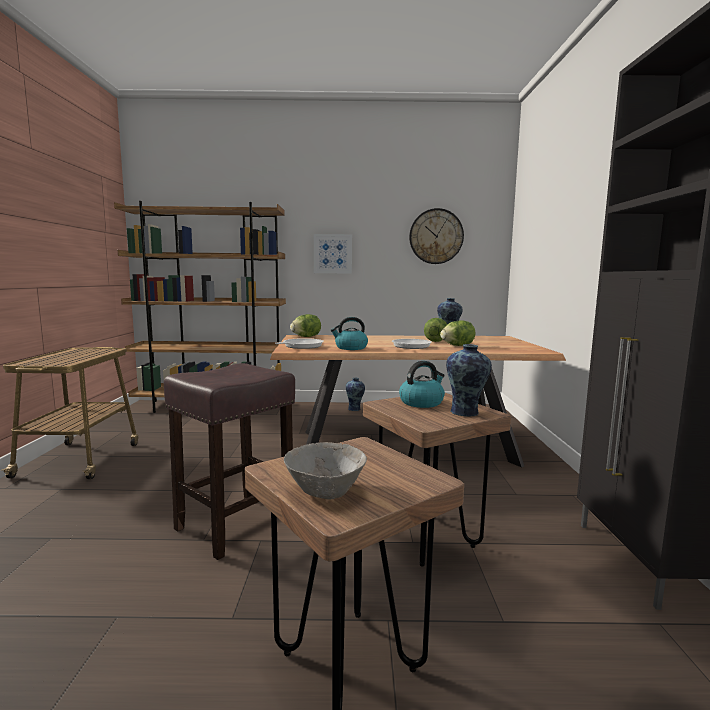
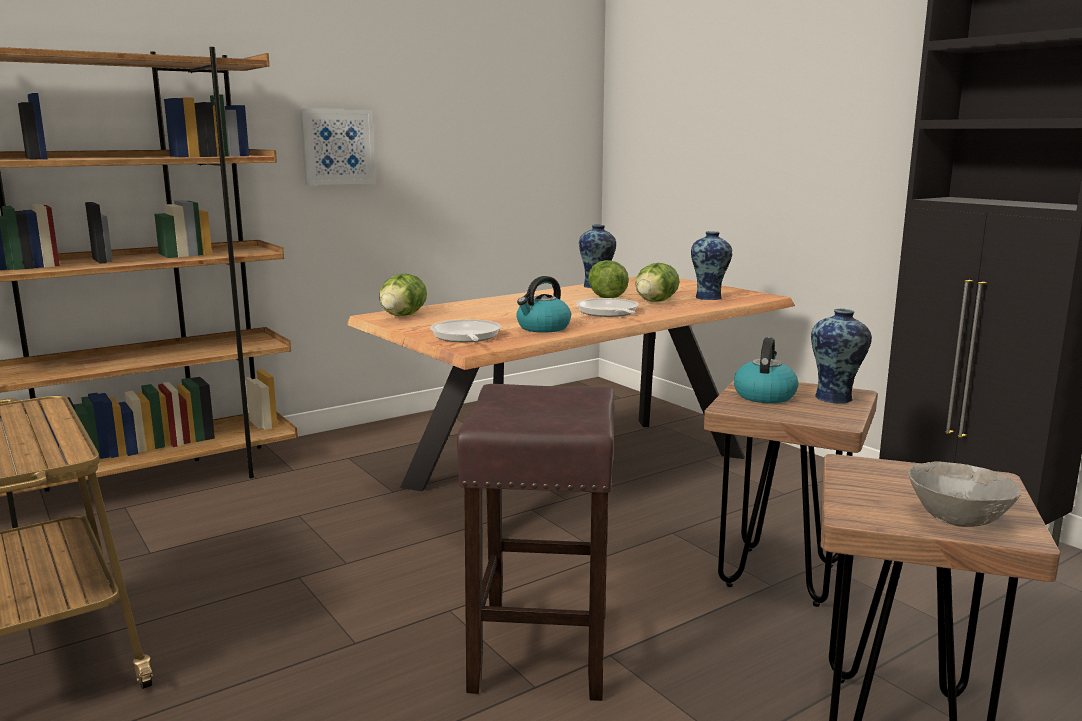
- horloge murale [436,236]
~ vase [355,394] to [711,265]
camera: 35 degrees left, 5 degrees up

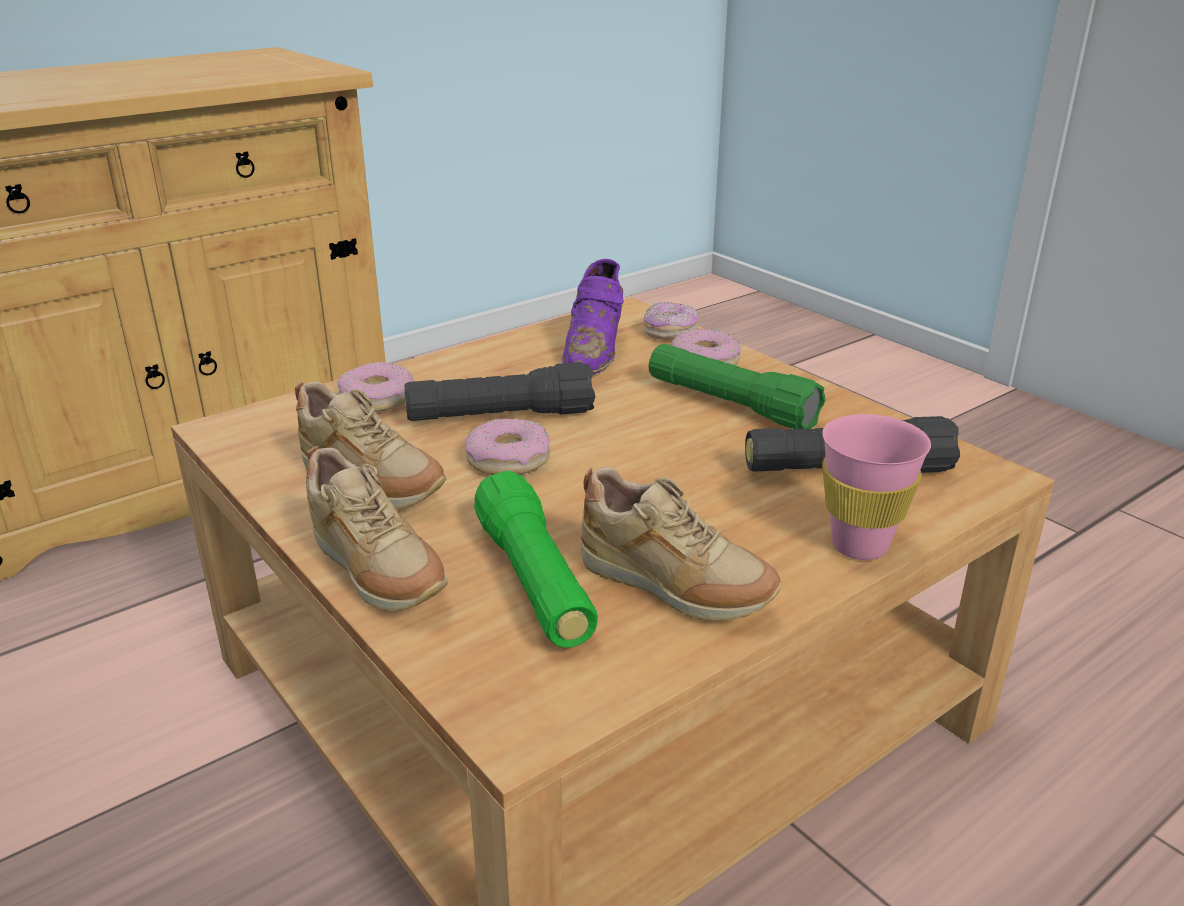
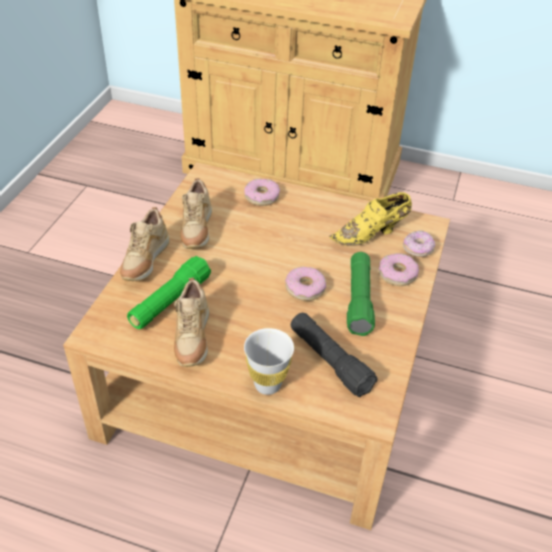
~ chaussure (violet) [593,316] to chaussure (jaune) [370,219]
- lampe de poche (noir) [499,391]
~ tasse (rose) [876,487] to tasse (blanc) [269,361]
~ beignet [507,446] to [305,283]
camera: 55 degrees right, 15 degrees up

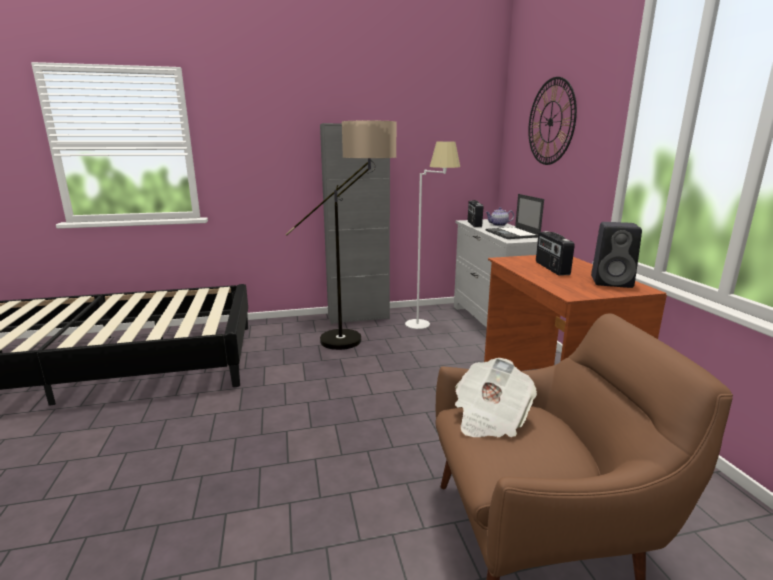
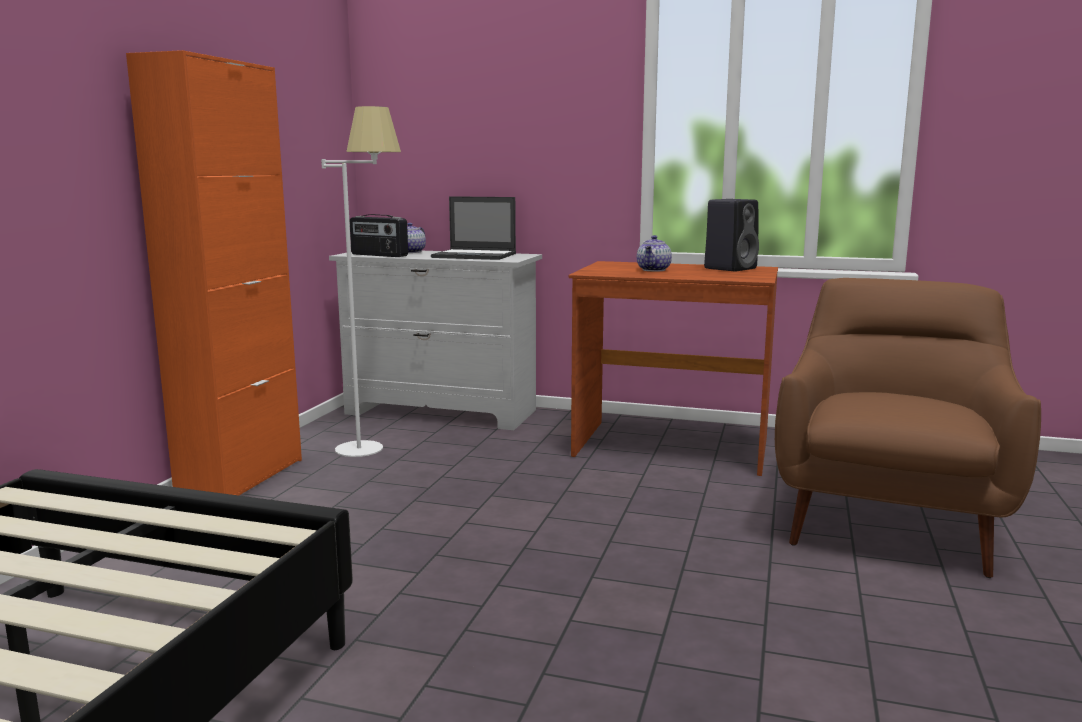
- horloge murale [552,121]
- lampadaire [340,235]
~ meuble de rangement (gris) [355,223] to meuble de rangement (orange) [214,273]
~ radio [555,253] to théière [654,253]
- journal [496,397]
camera: 60 degrees left, 5 degrees down

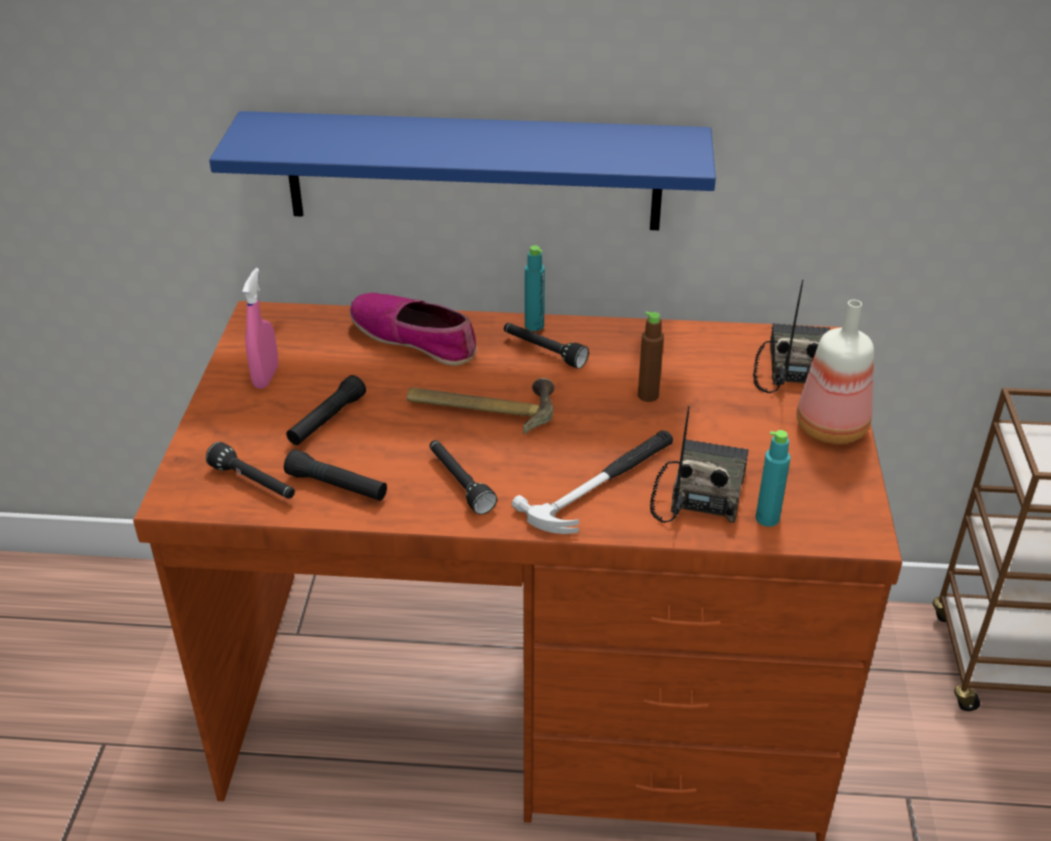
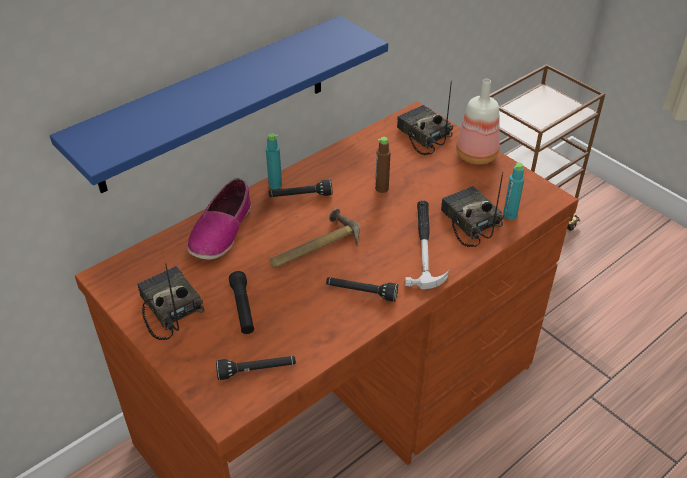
~ vaporisateur (rose) [260,328] to radio [170,302]
~ chaussure [413,329] = [219,219] 60 degrees counterclockwise
- lampe de poche (noir) [335,475]
camera: 45 degrees left, 5 degrees up

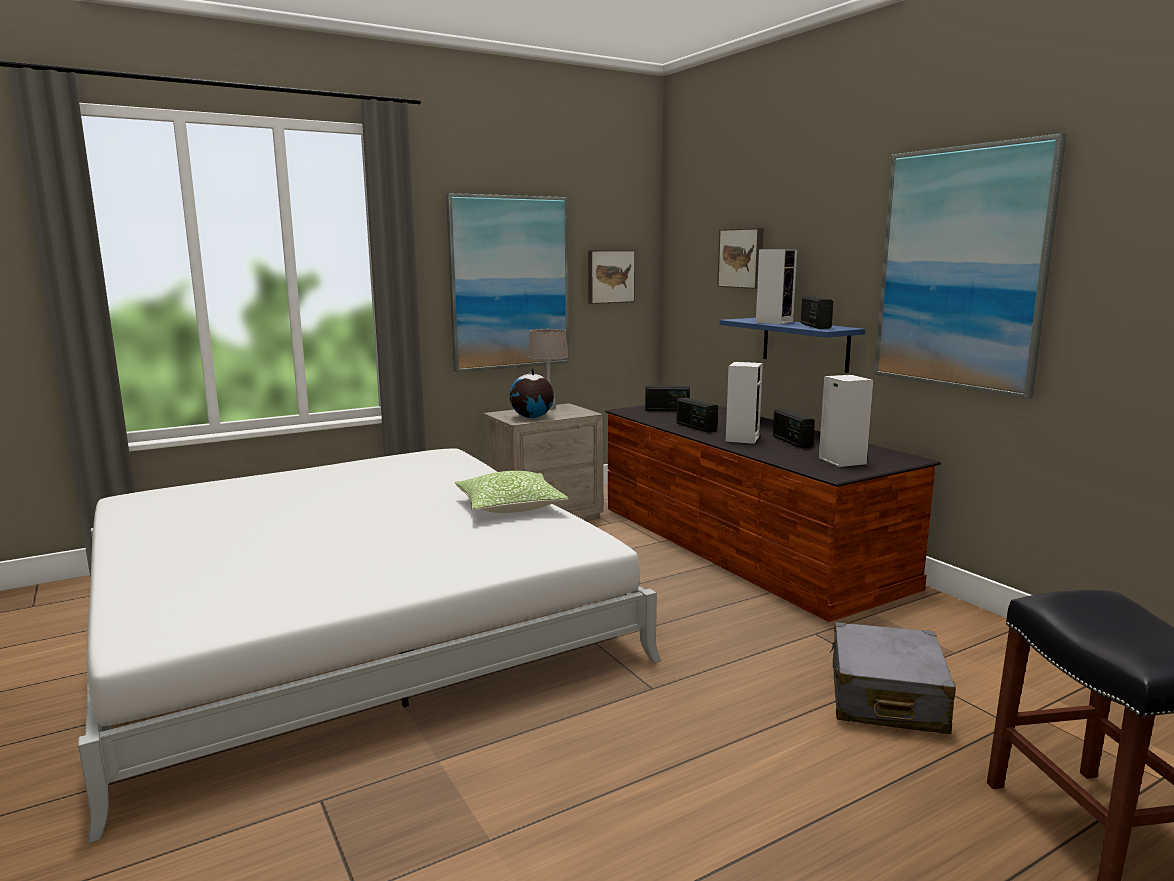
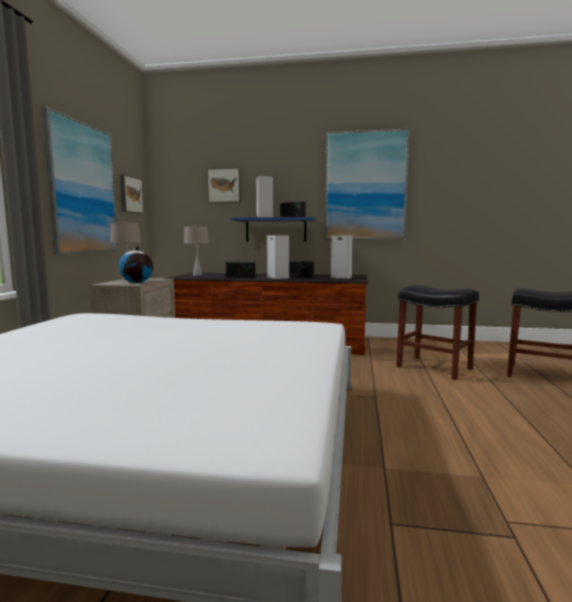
~ radio [667,398] to lampe de table (beige) [196,250]
- coussin [511,492]
~ valise (gris) [893,678] to tabouret (noir) [437,332]
camera: 50 degrees left, 5 degrees down

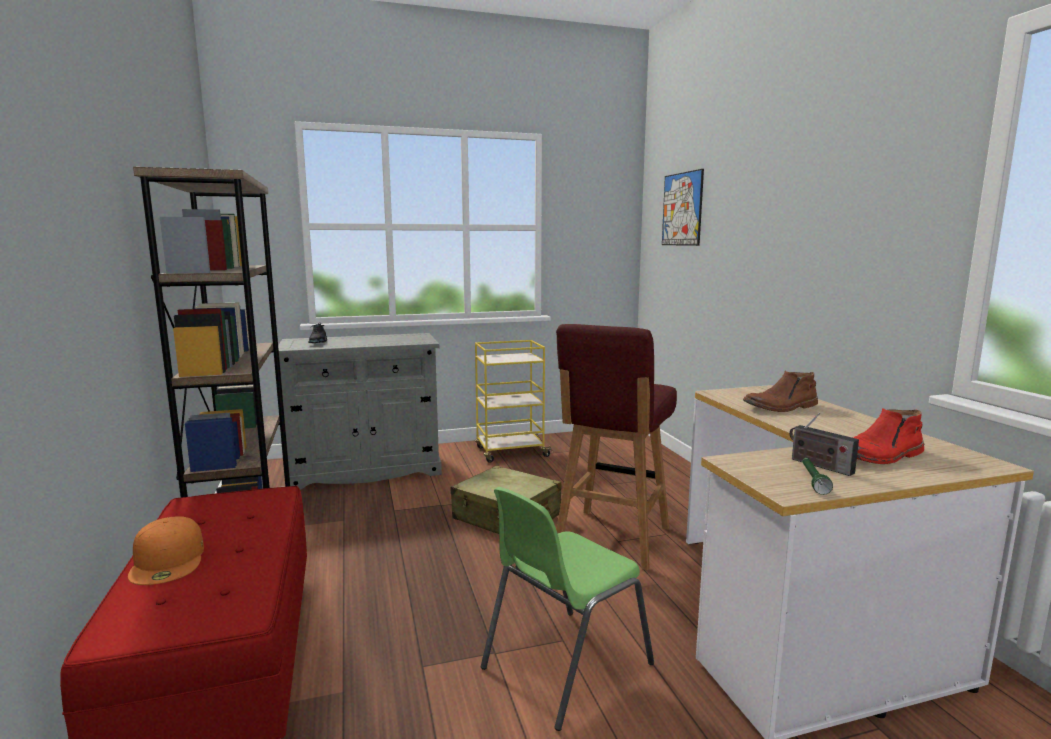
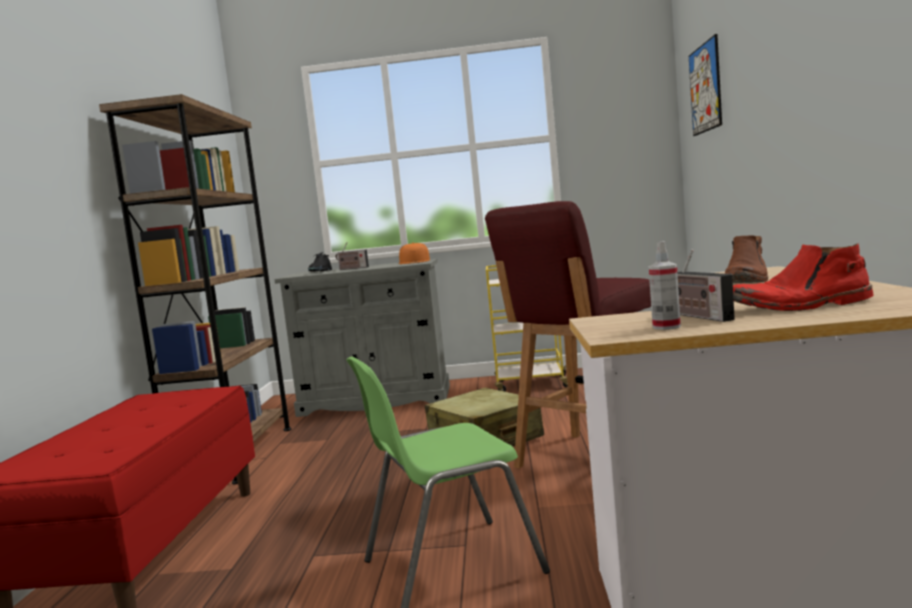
~ botte (marron) [780,391] = [746,259] 60 degrees counterclockwise
~ lampe de poche (vert) [817,476] to vaporisateur [664,285]
~ casquette (orange) [166,550] to [414,253]
+ radio [352,256]
camera: 20 degrees right, 5 degrees down

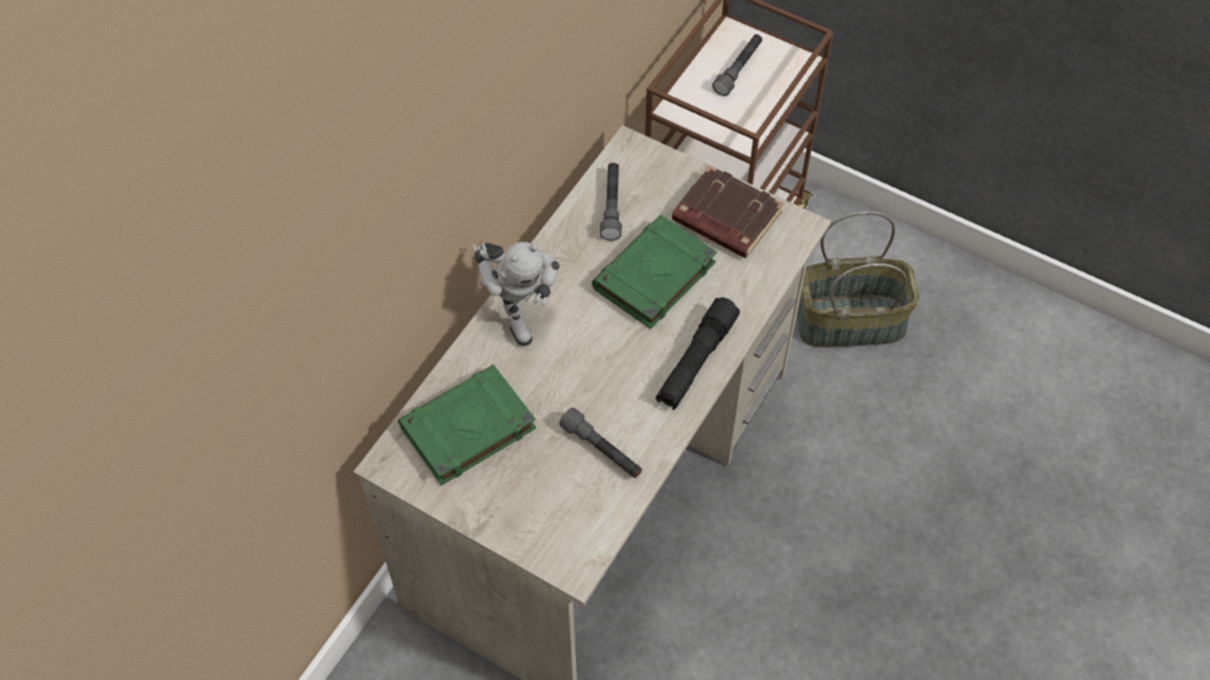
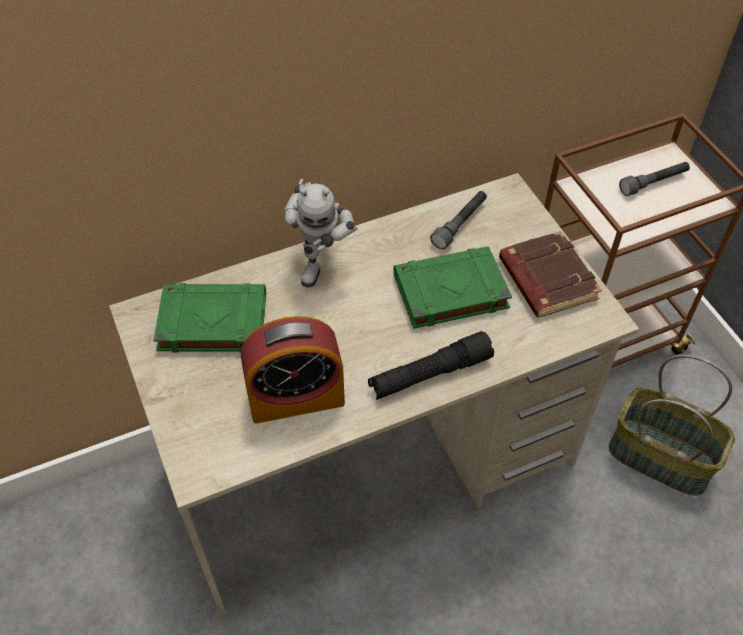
~ lampe de poche (gris) [600,443] to réveil [293,369]
camera: 35 degrees right, 5 degrees down

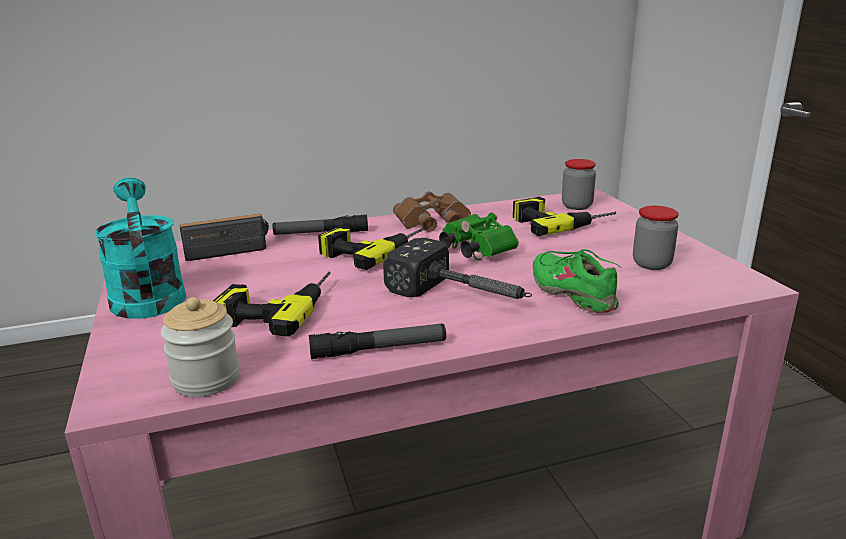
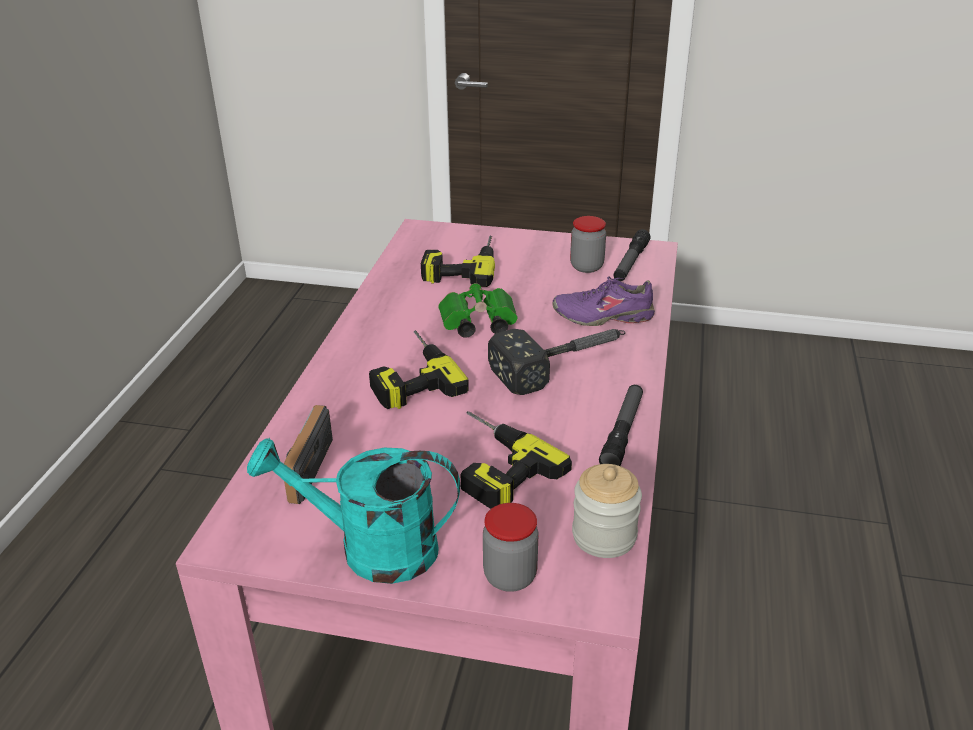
~ bocal [579,184] to [511,547]
- jumelles (marron) [432,211]
~ lampe de poche [320,225] to [632,255]
~ chaussure (vert) [577,281] to chaussure (violet) [603,301]
camera: 60 degrees left, 10 degrees up

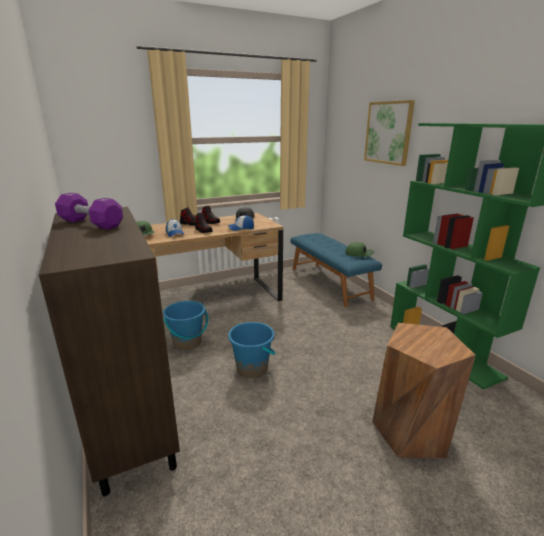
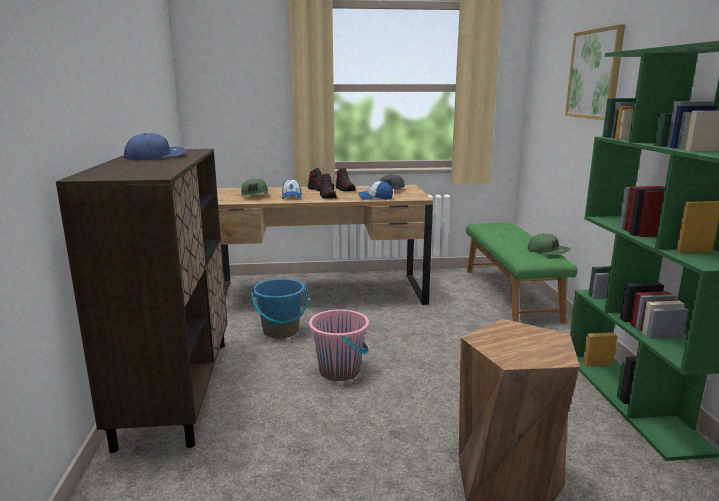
~ haltère (violet) [89,211] to casquette (bleu) [155,147]
~ banc (bleu) [336,270] to banc (vert) [522,273]
~ seau (bleu) [251,350] to seau (rose) [339,345]
camera: 20 degrees right, 5 degrees down

